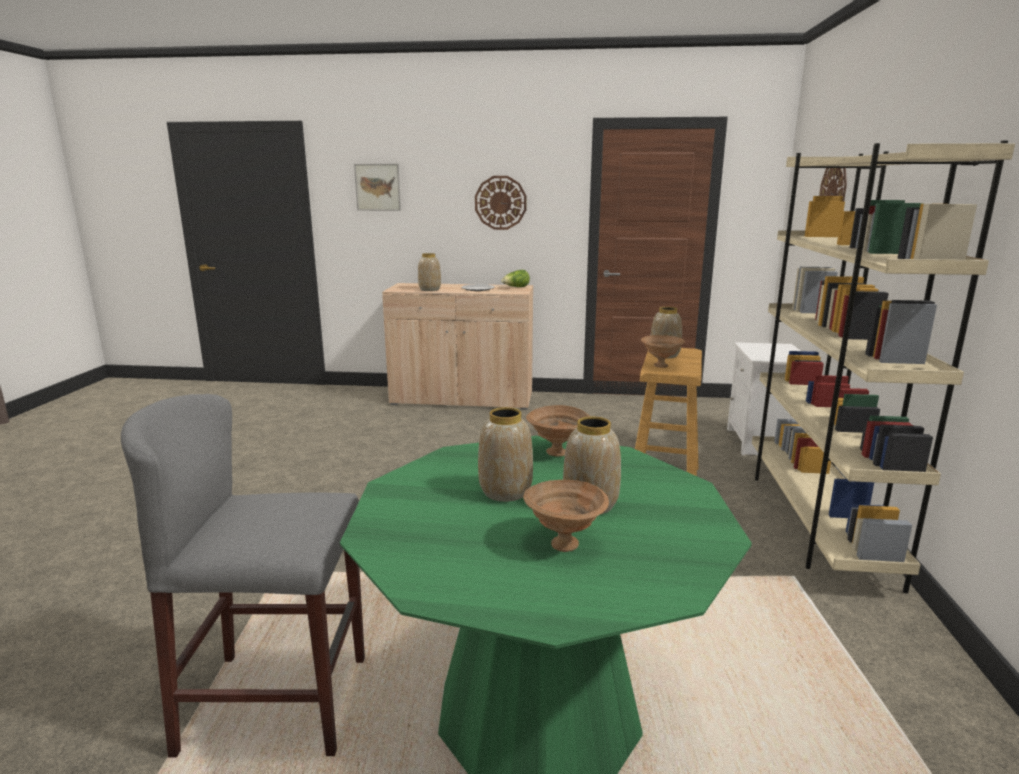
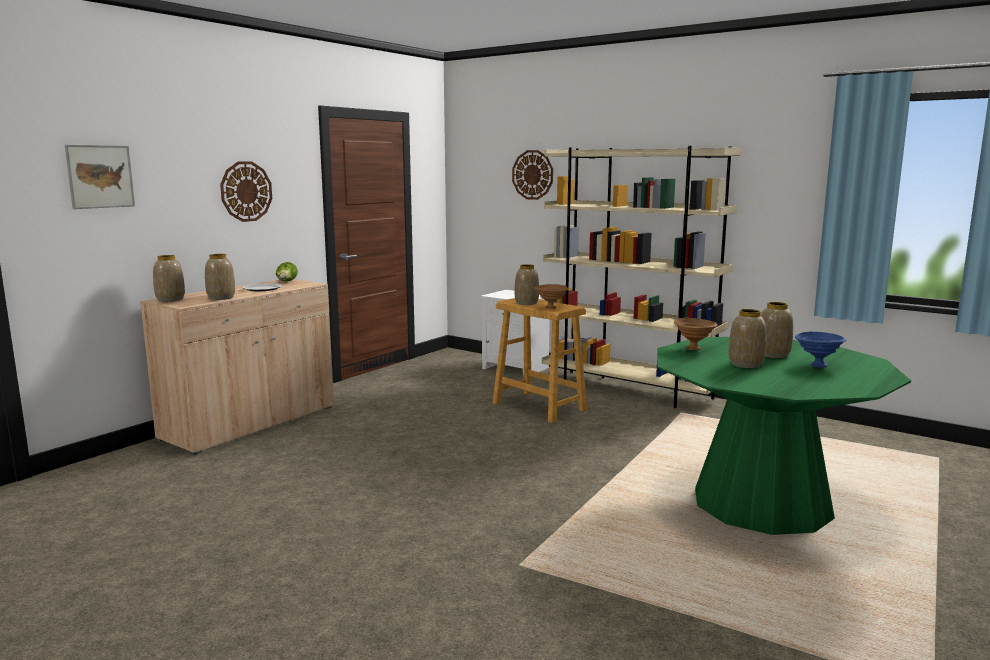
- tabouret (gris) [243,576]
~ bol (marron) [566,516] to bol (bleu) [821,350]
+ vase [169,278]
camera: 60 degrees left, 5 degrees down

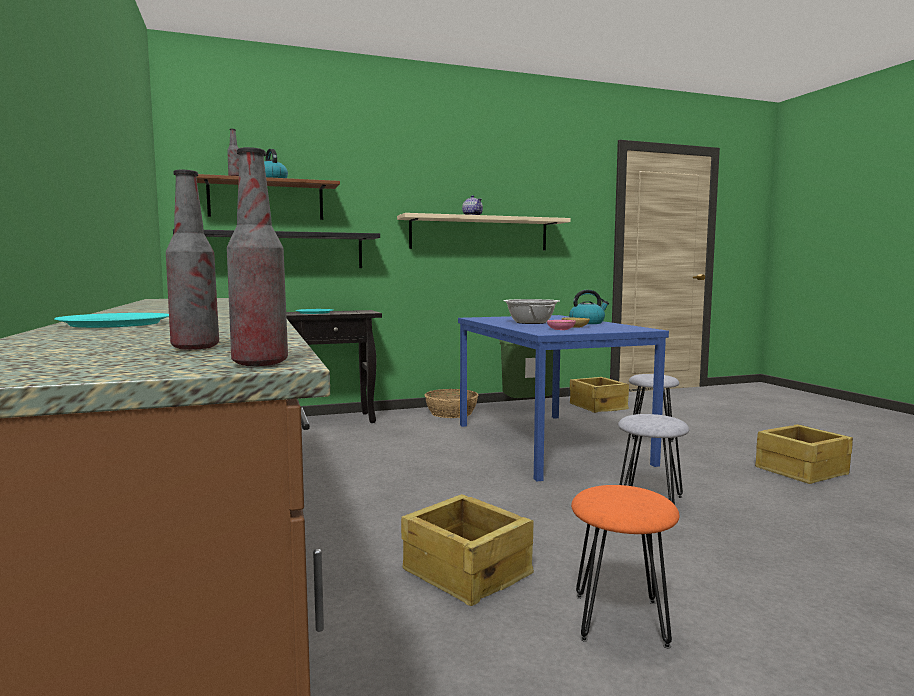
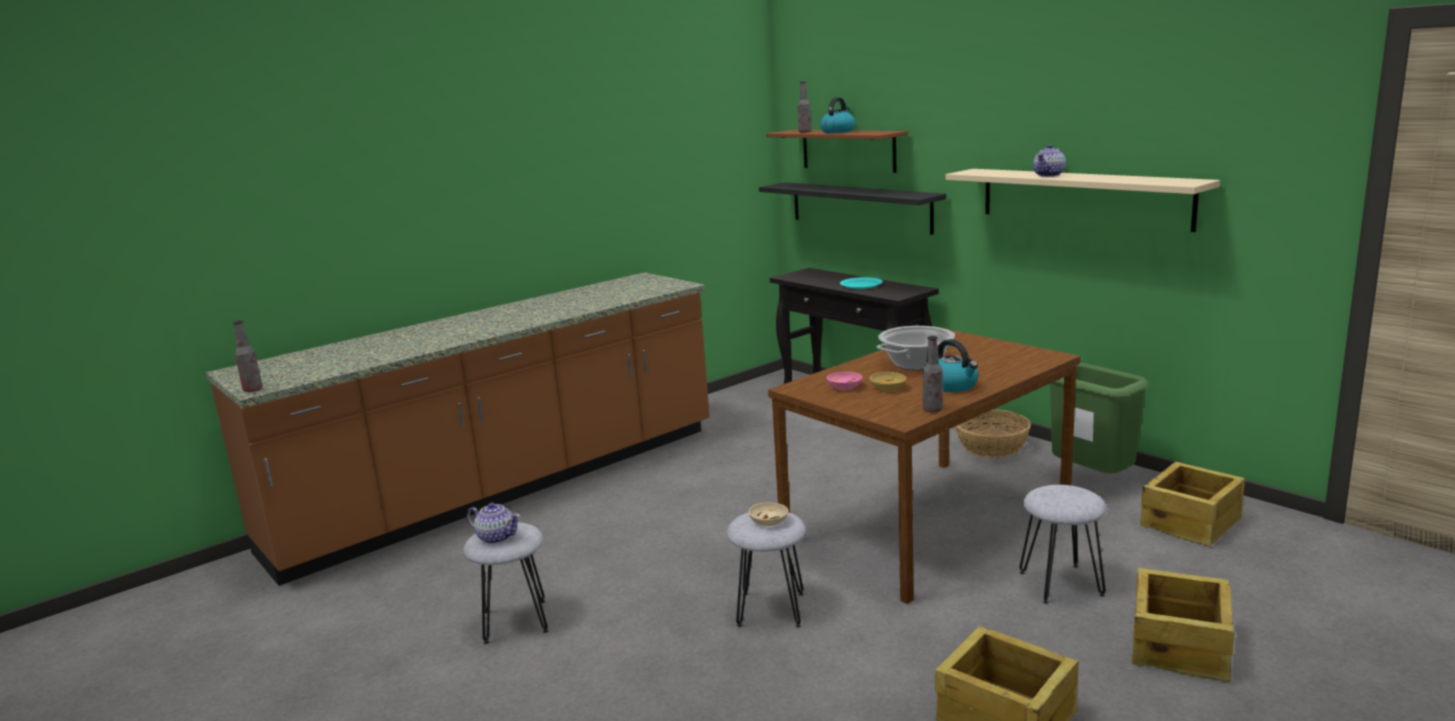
~ bouteille [192,260] to [933,374]
- assiette (turquoise) [111,320]
~ table à manger (bleu) [563,398] to table à manger (marron) [924,466]
~ tabouret (orange) [625,566] to tabouret (gris) [506,583]
~ caisse [467,550] to [1183,625]
+ bol (beige) [768,514]
+ théière [493,523]
camera: 70 degrees right, 10 degrees up

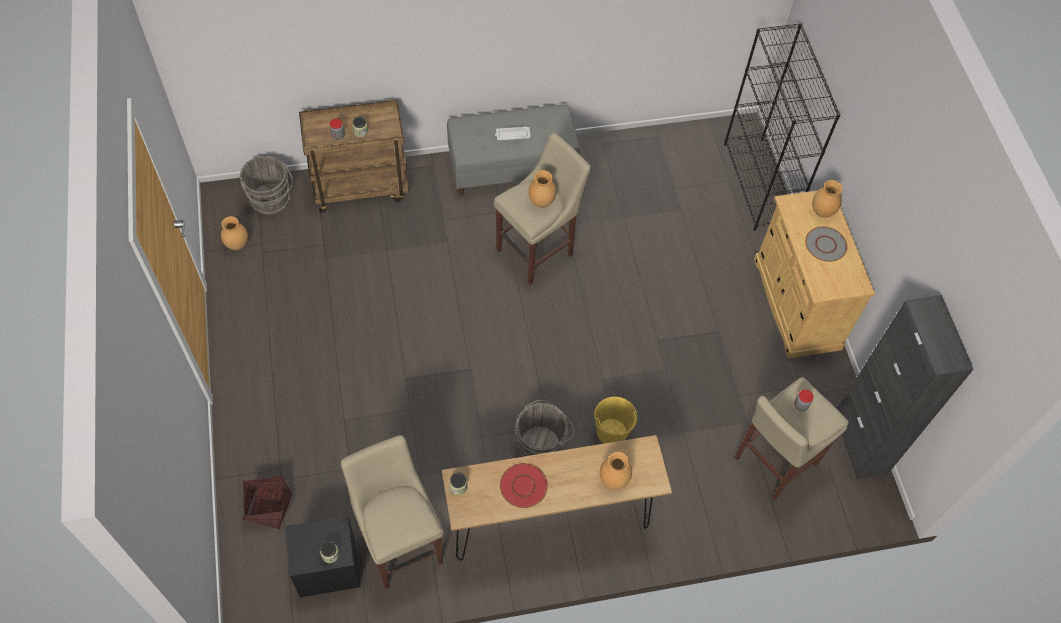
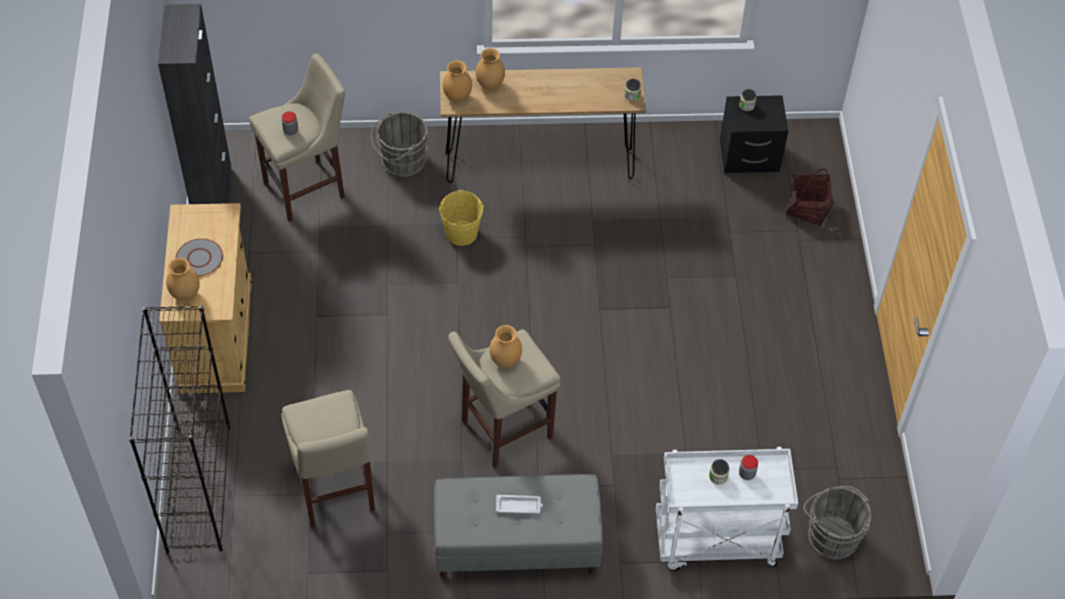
~ chariot (marron) [354,156] to chariot (blanc) [727,509]
~ vase (marron) [234,233] to [457,82]
~ seau (gris) [545,428] to [400,144]
~ tabouret (beige) [392,512] to [328,458]
- assiette (rouge) [524,485]
camera: 170 degrees left, 5 degrees down

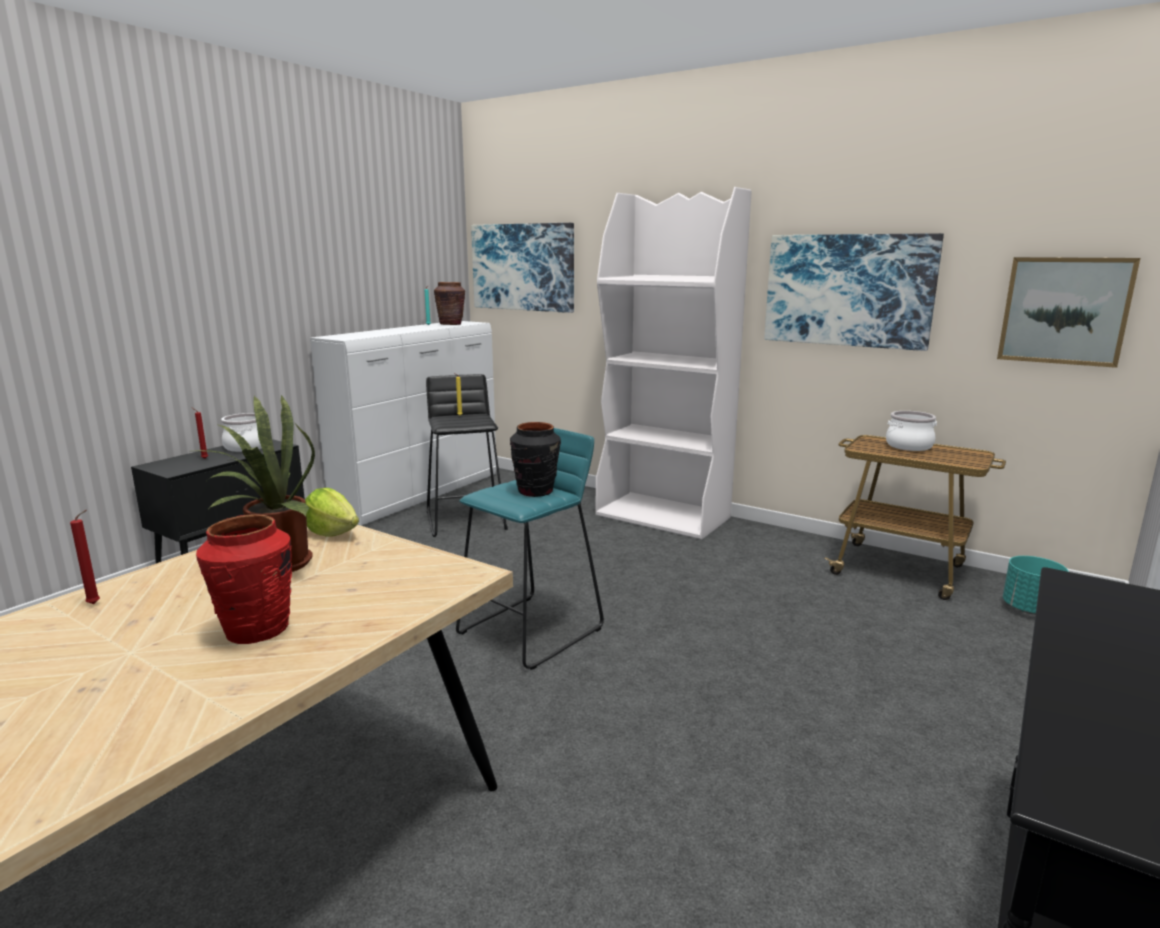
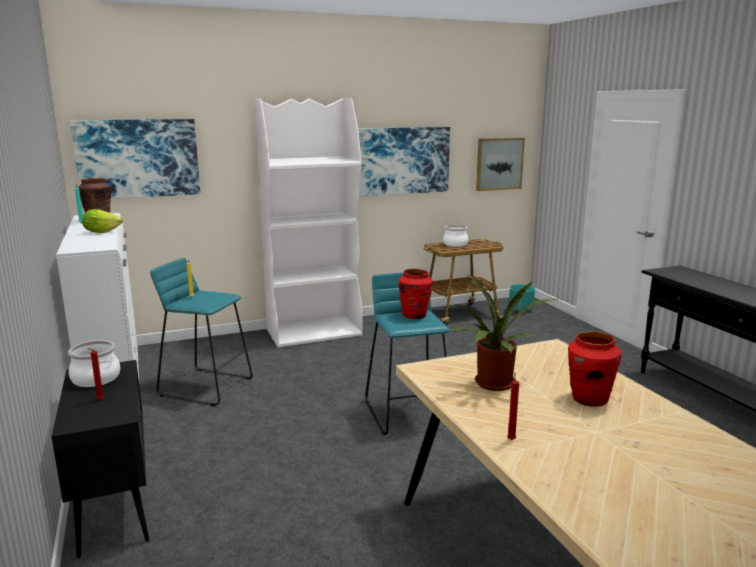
~ tabouret (noir) [467,455] to tabouret (turquoise) [201,332]
~ vase (noir) [535,459] to vase (rouge) [416,294]
~ laitue [332,512] to [102,221]
camera: 55 degrees left, 0 degrees up

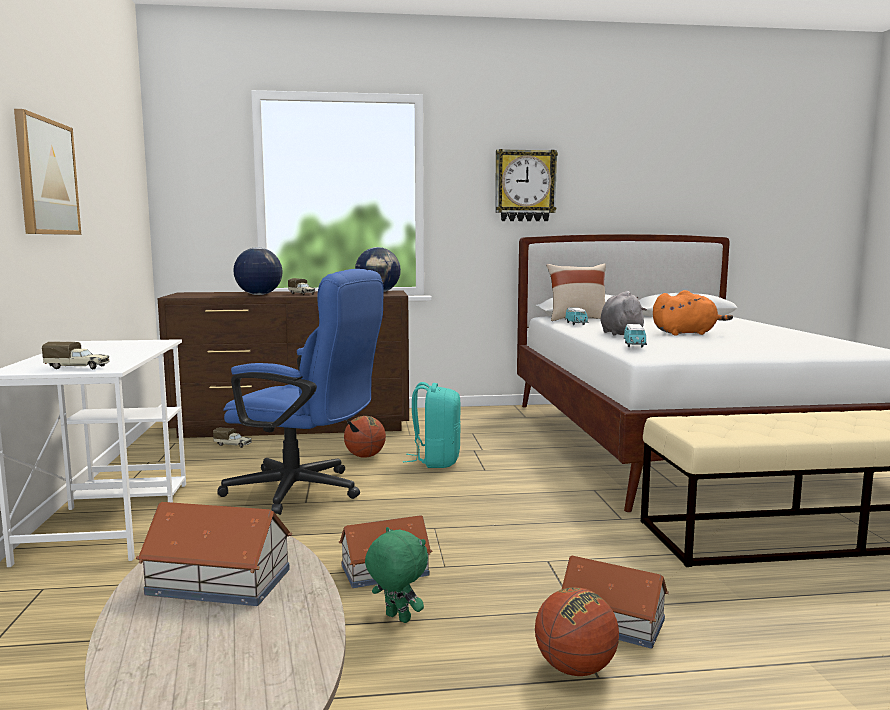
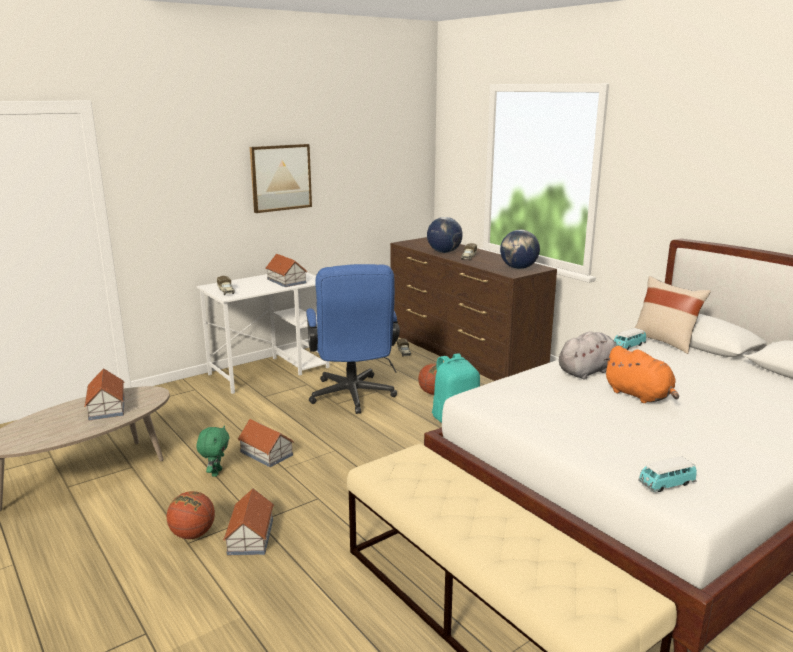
- horloge murale [526,185]
~ petite voiture [635,335] to [667,474]
+ maison miniature [286,270]
camera: 60 degrees right, 10 degrees up

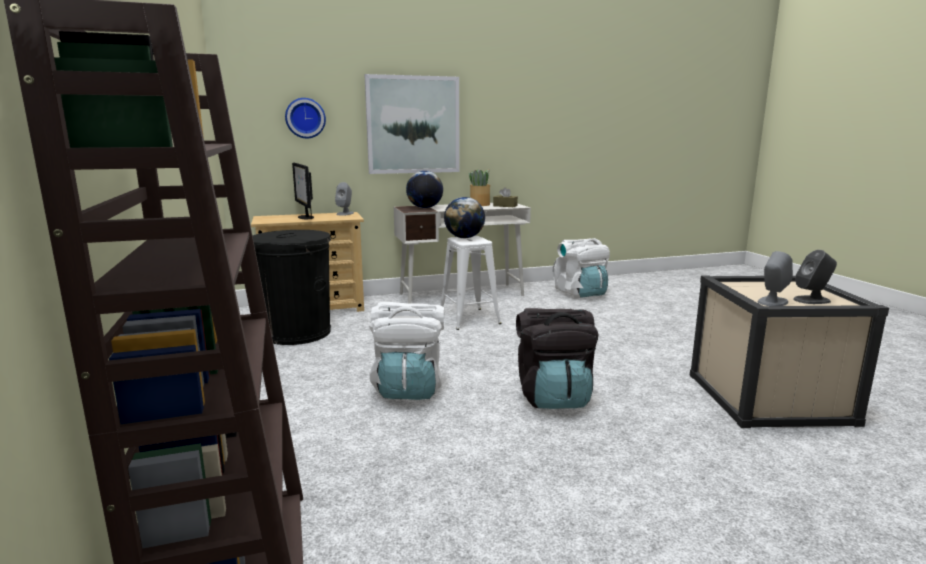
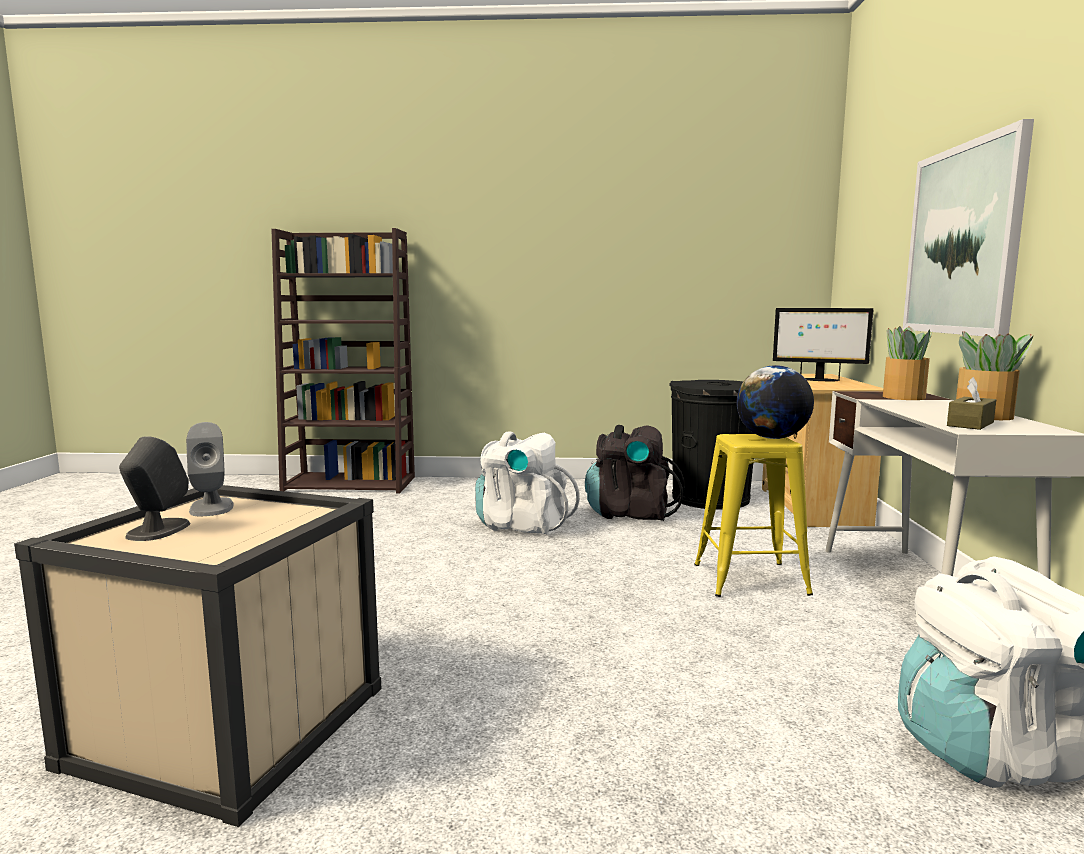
- horloge murale [305,118]
~ écran d'ordinateur [303,191] = [823,344] 150 degrees counterclockwise
~ globe [424,189] to plante en pot [908,363]
- enceinte (gris) [344,199]
~ tabouret (blanc) [471,283] to tabouret (jaune) [753,515]
~ sac à dos (noir) [557,358] to [635,473]
camera: 110 degrees right, 5 degrees down

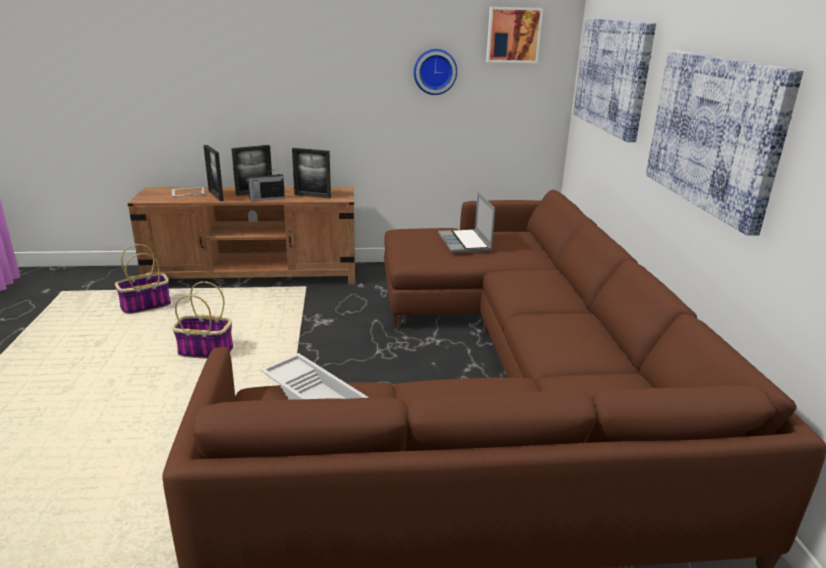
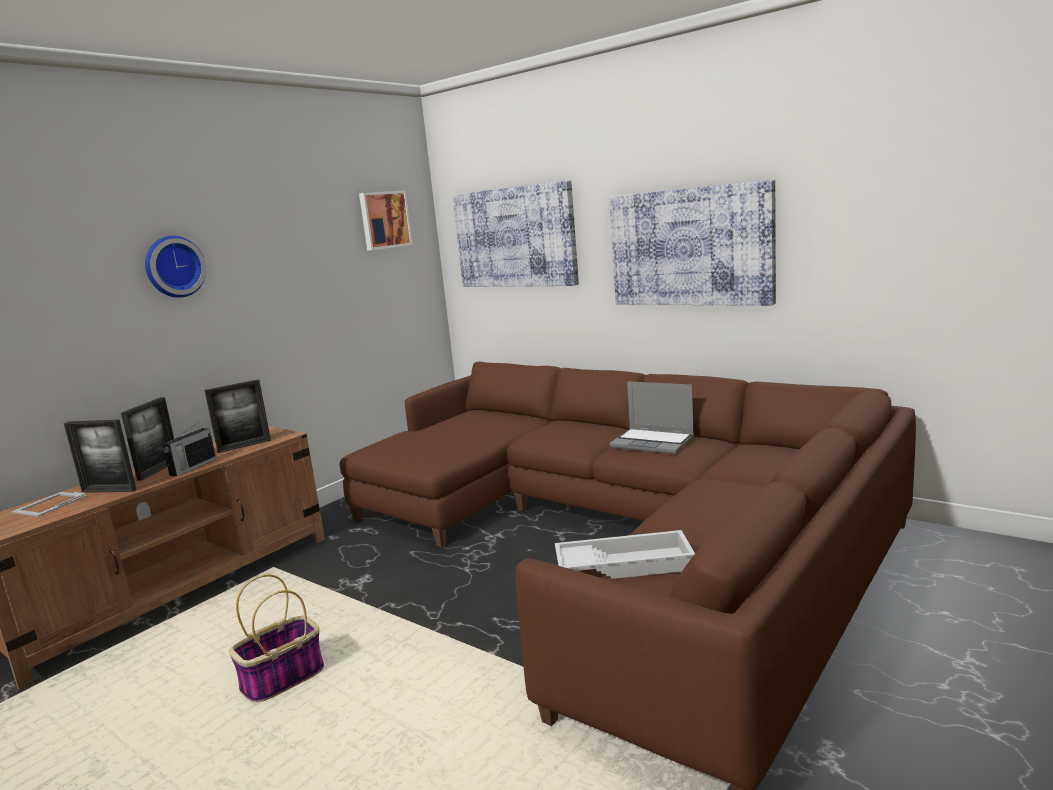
~ horloge murale [435,72] to [175,267]
~ ordinateur portable [466,222] to [652,417]
- panier [143,279]
camera: 45 degrees left, 10 degrees down

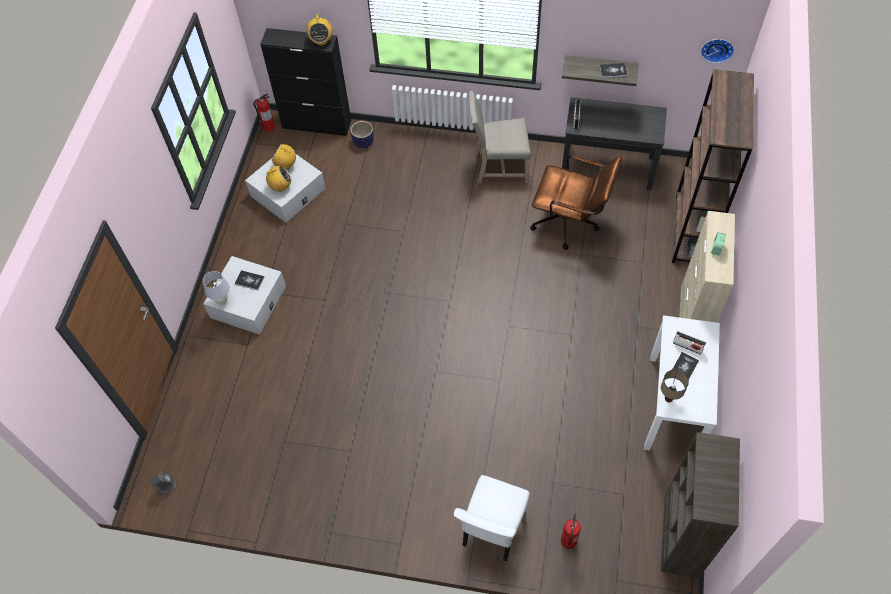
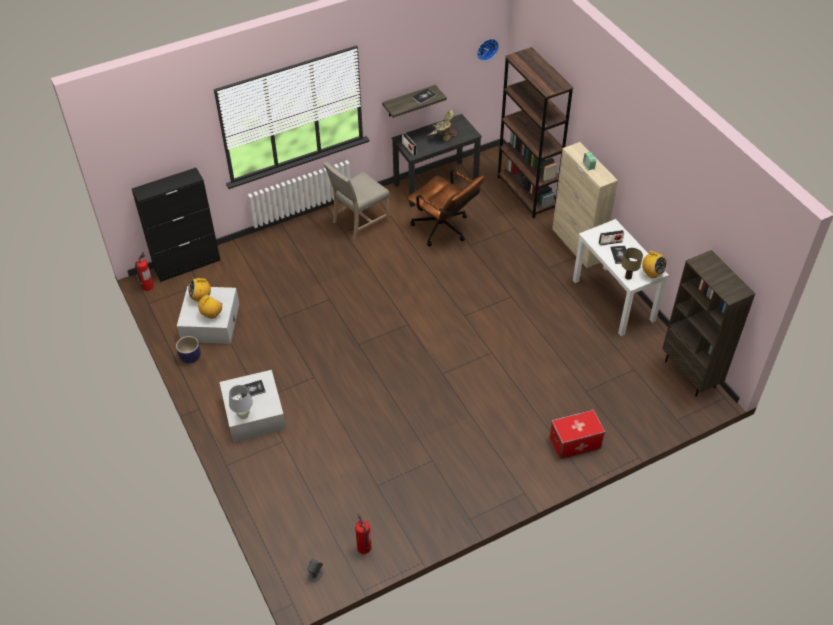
~ radio [320,30] to [654,264]
~ cache-pot [362,134] to [188,350]
~ chaise de bureau (marron) [576,202] = [446,207] 60 degrees clockwise
~ chaise (blanc) [492,518] to boîte de rangement [577,434]
~ extincteur [571,531] to [363,534]
+ plante en pot [442,125]
camera: 40 degrees left, 10 degrees down

